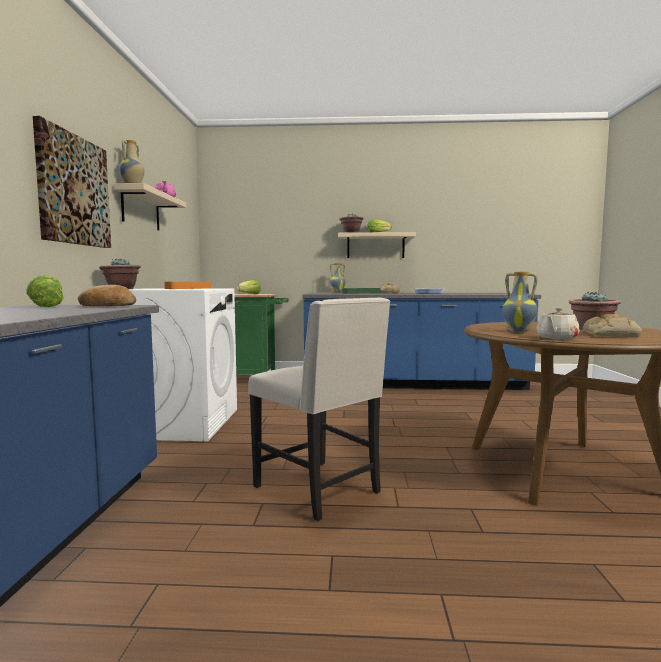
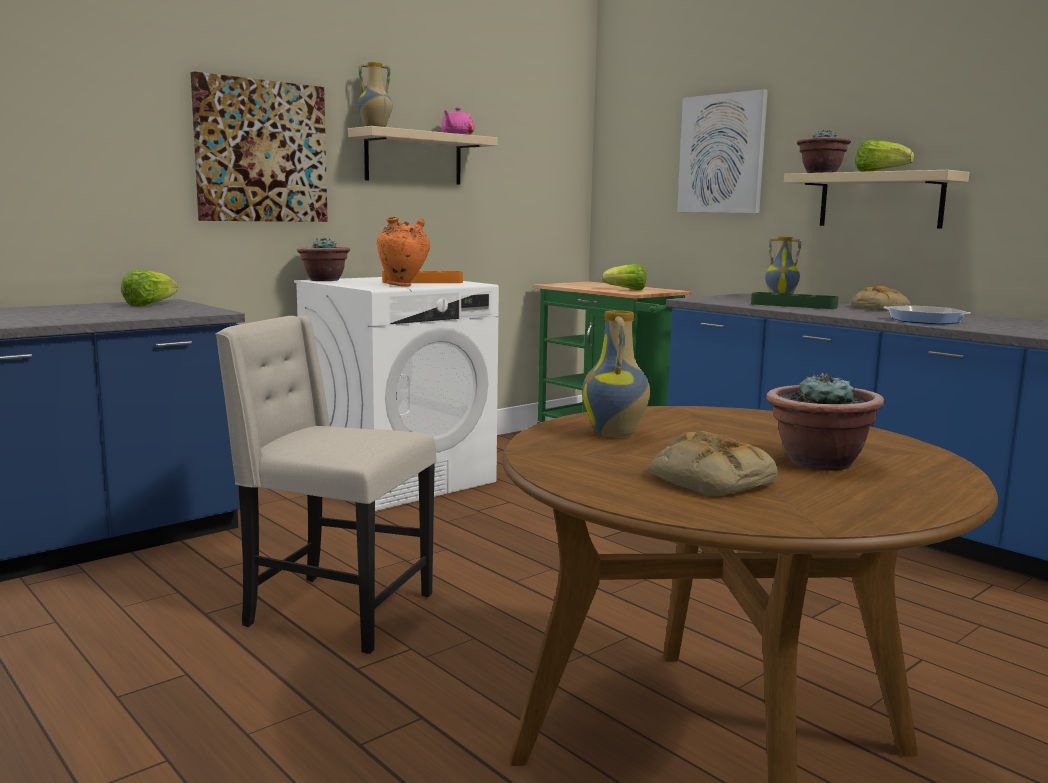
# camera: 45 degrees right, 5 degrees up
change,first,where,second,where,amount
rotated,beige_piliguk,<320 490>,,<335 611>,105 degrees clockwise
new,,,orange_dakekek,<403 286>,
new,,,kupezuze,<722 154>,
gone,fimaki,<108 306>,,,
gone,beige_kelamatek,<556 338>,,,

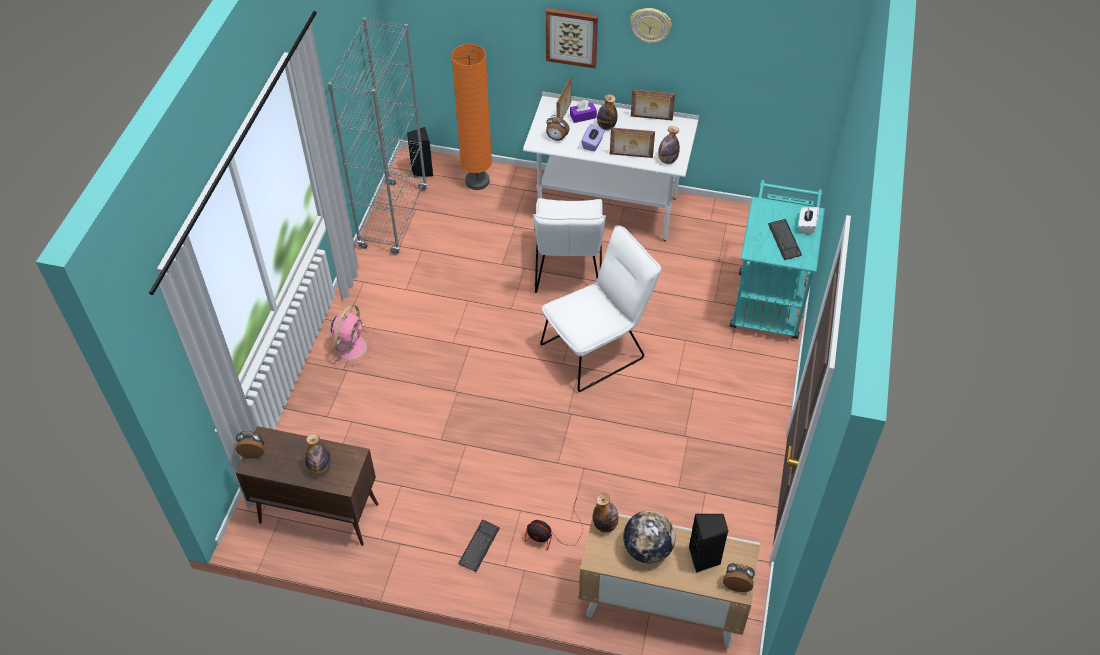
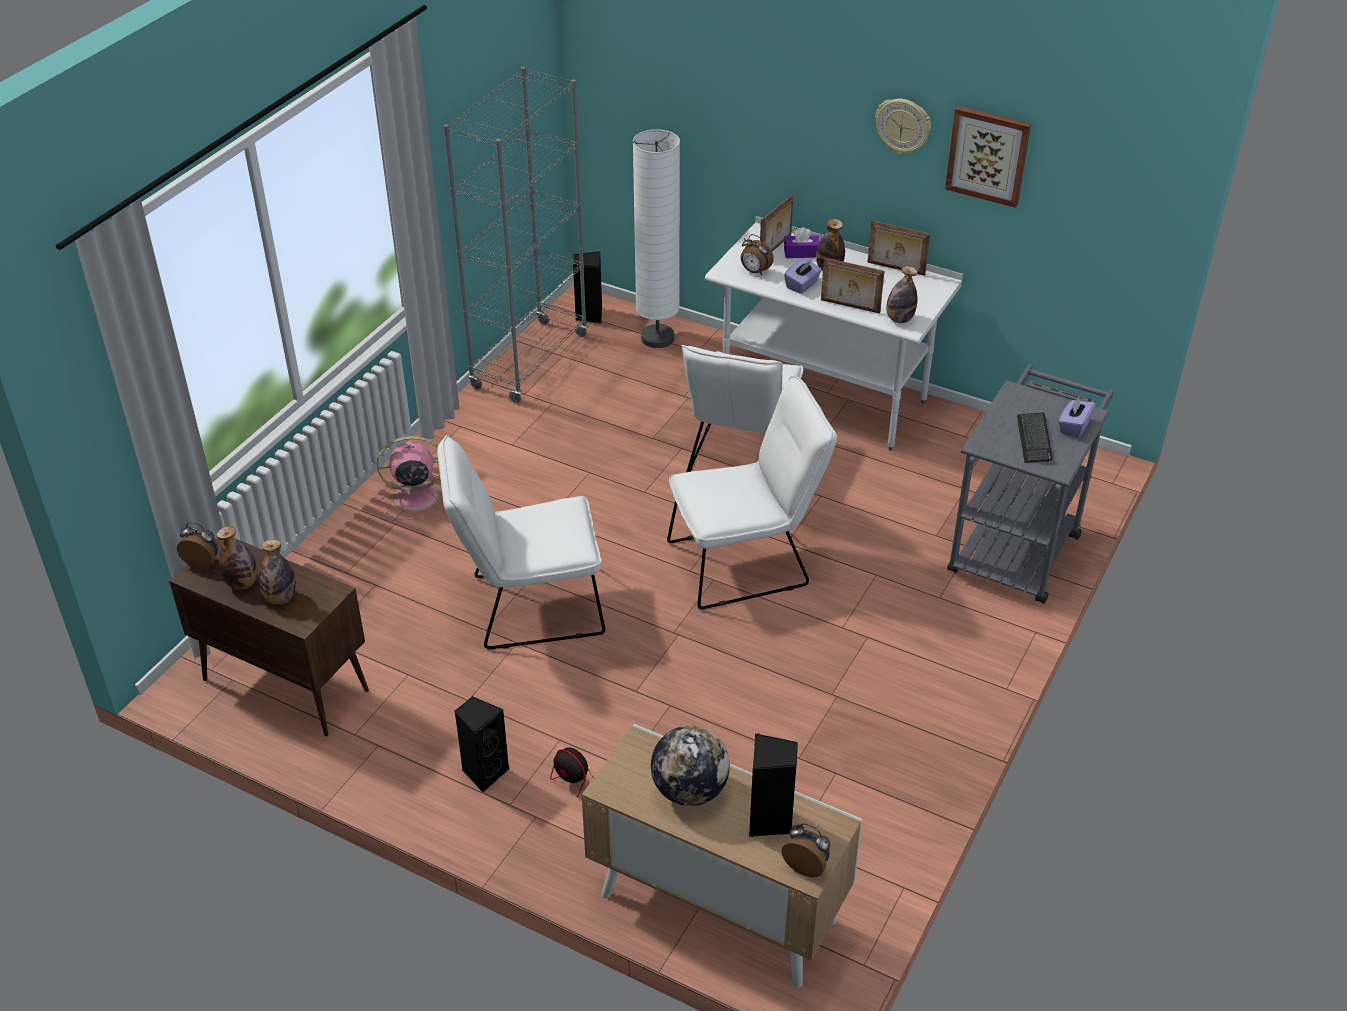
# camera: 15 degrees right, 10 degrees down
change,first,where,second,where,amount
shifted,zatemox,<605 525>,,<242 583>,
rotated,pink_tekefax,<351 346>,,<413 497>,135 degrees counterclockwise
new,,,white_piliguk,<527 606>,
swapped,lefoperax,<479 546>,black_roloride,<484 772>,
repainted,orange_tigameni,<477 181>,white_tigameni,<657 338>,
shifted,kupezuze,<572 37>,,<988 155>,
repainted,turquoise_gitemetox,<768 298>,grey_gitemetox,<1018 545>,
repainted,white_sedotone,<806 225>,purple_sedotone,<1074 427>,

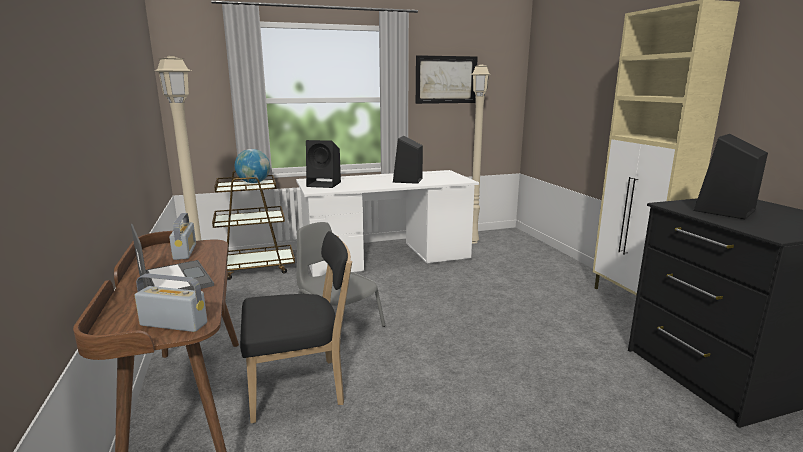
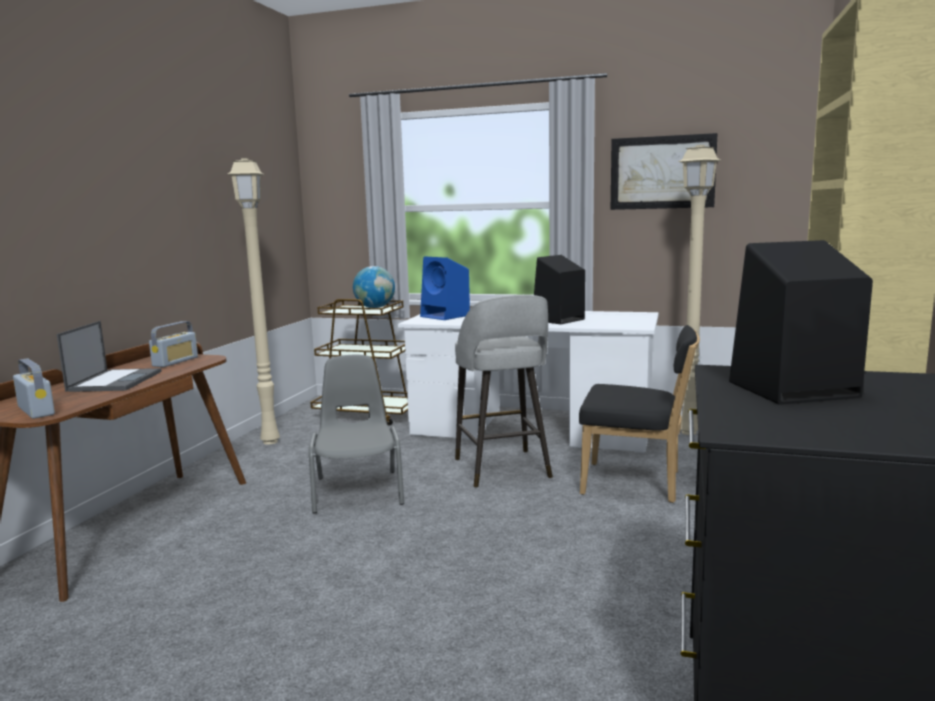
# camera: 35 degrees right, 5 degrees down
change,first,where,second,where,amount
repainted,black_roloride,<325 184>,blue_roloride,<446 316>,
new,,,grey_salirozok,<502 469>,
shifted,black_piliguk,<301 388>,,<636 483>,

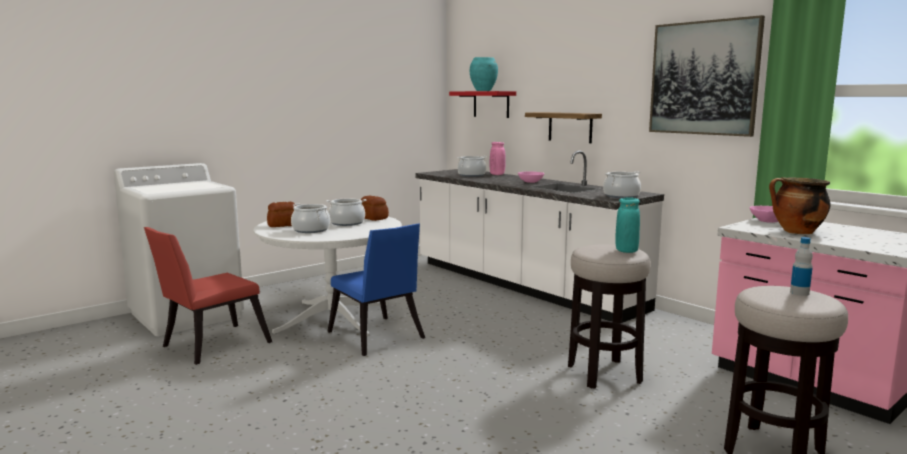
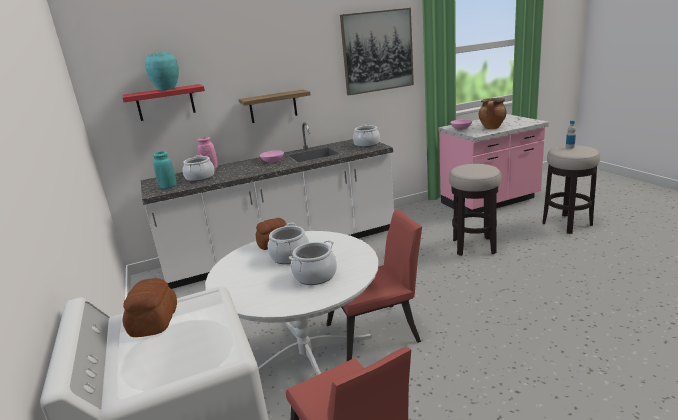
# camera: 70 degrees left, 10 degrees up
change,first,where,second,where,amount
shifted,fimaki,<282 225>,,<153 322>,
shifted,turquoise_dakekek,<626 251>,,<168 187>,
repainted,blue_piliguk,<377 338>,red_piliguk,<378 332>,

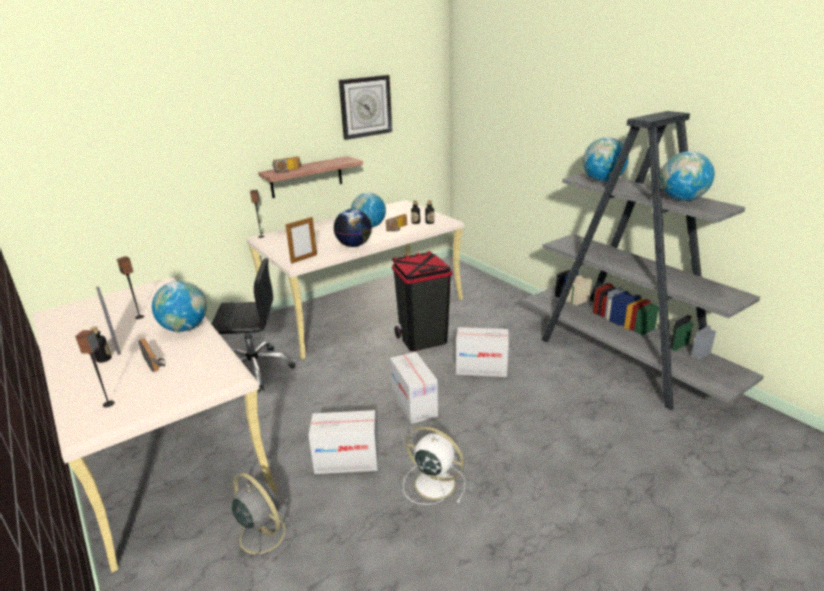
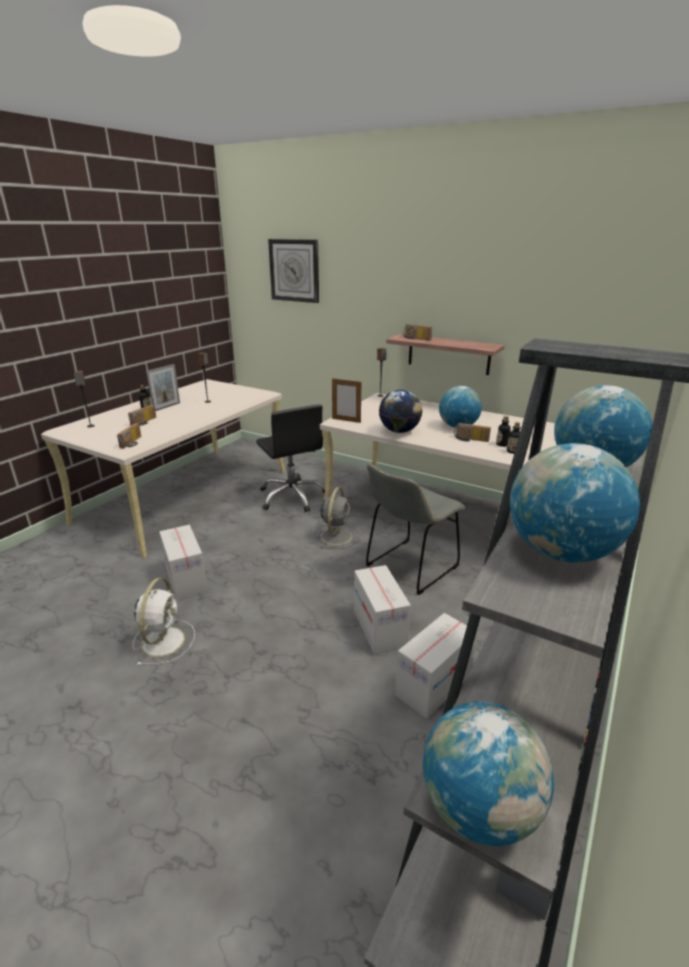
# camera: 65 degrees right, 0 degrees up
change,first,where,second,where,amount
new,,,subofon,<133 443>,
shifted,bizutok,<365 107>,,<294 270>,
shifted,grey_tekefax,<261 534>,,<336 536>,
swapped,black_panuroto,<422 339>,grey_piliguk,<409 568>,
shifted,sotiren,<414 404>,,<433 684>,
shifted,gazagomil,<185 328>,,<479 808>,

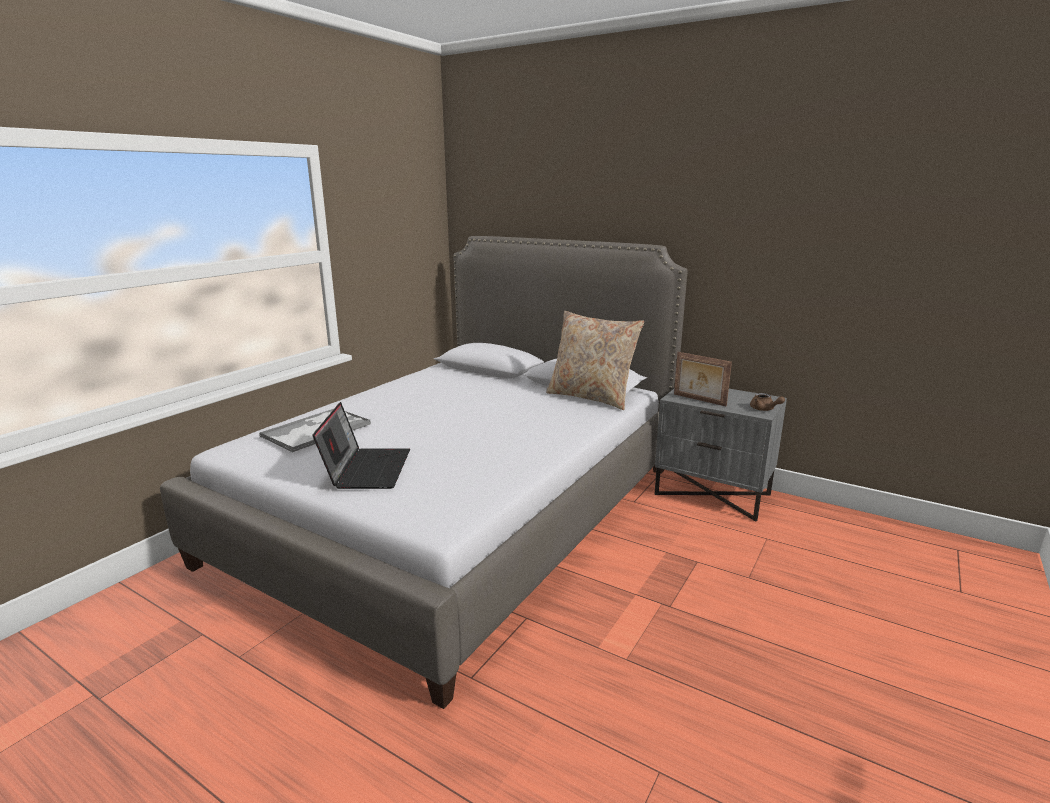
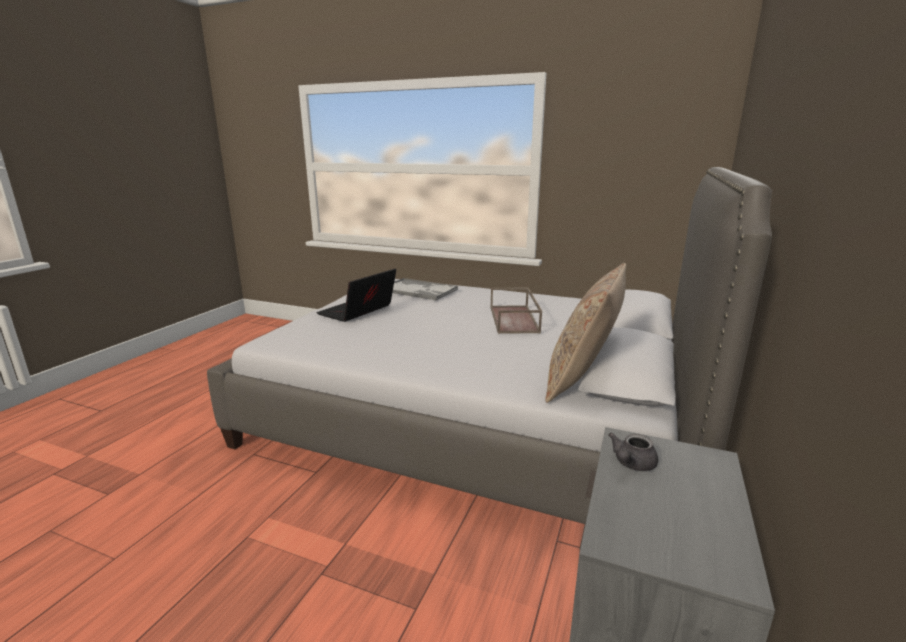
# camera: 80 degrees right, 0 degrees up
change,first,where,second,where,amount
rotated,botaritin,<367 469>,,<357 311>,135 degrees clockwise
new,,,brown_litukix,<514 319>,
swapped,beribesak,<699 400>,grey_kelamatek,<631 464>,
gone,brown_kelamatek,<764 409>,,,

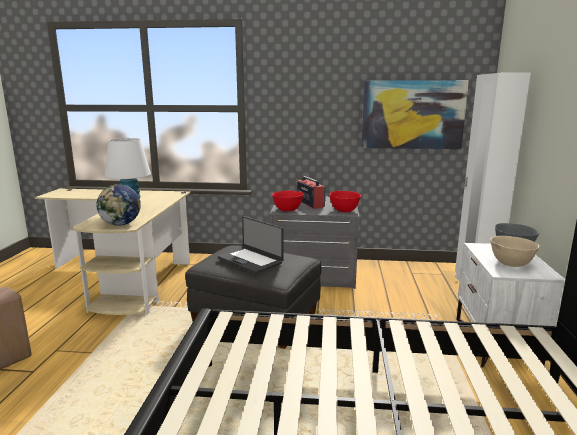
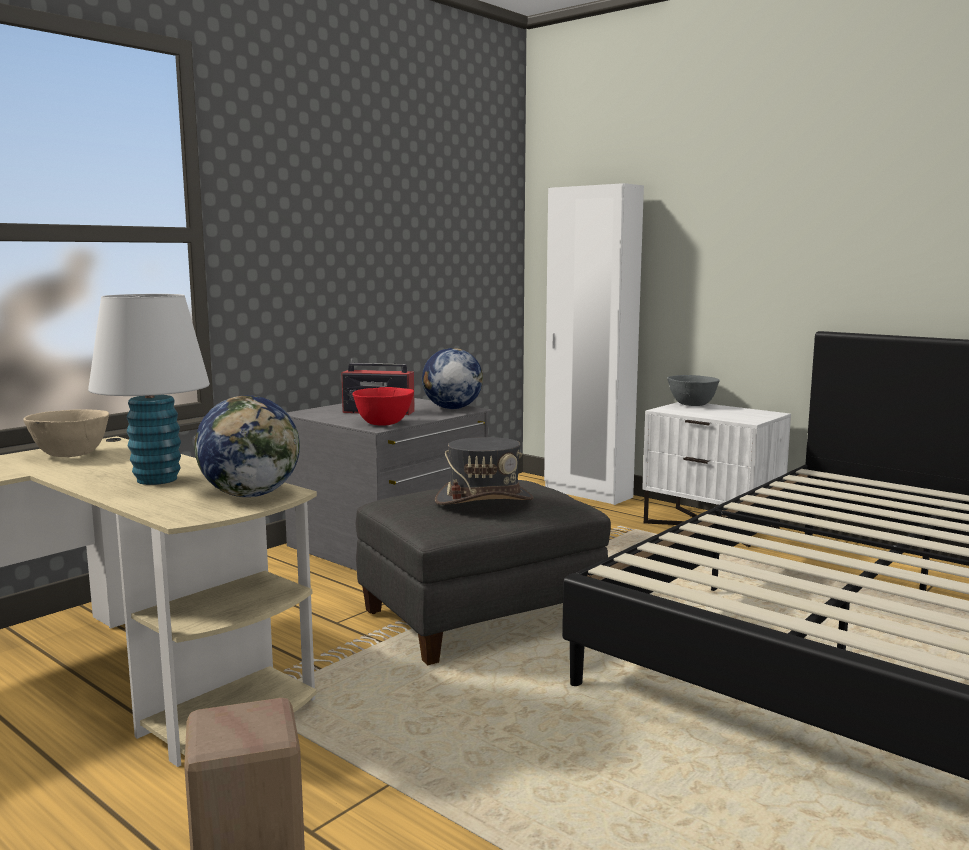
# camera: 55 degrees left, 5 degrees down
change,first,where,second,where,amount
shifted,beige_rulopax,<511 264>,,<70 455>,
swapped,red_rulopax,<344 210>,gazagomil,<452 408>,
swapped,botaritin,<250 260>,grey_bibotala,<484 500>,
gone,kupezuze,<412 115>,,,

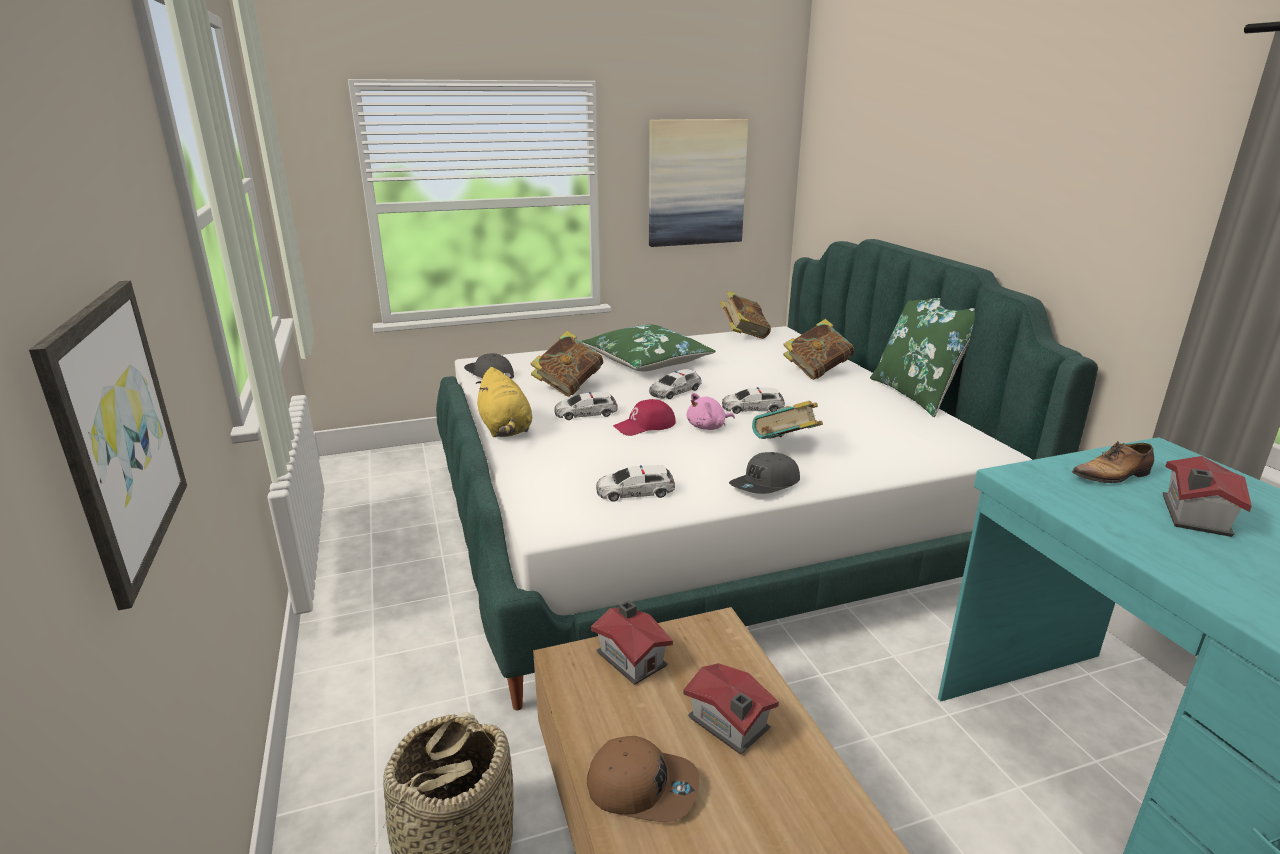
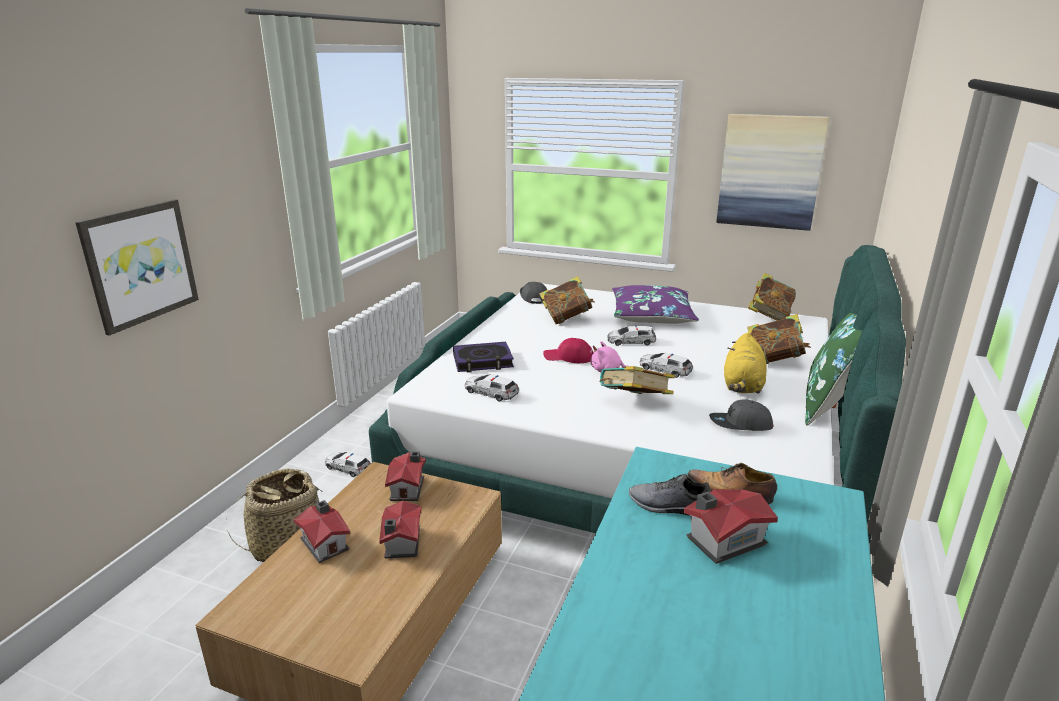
# camera: 40 degrees right, 0 degrees up
change,first,where,second,where,amount
swapped,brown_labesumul,<642 786>,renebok,<325 543>,
shifted,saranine,<586 413>,,<347 468>,
new,,,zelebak,<482 361>,
repainted,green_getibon,<647 361>,purple_getibon,<652 315>,
new,,,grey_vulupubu,<669 507>,
shifted,grey_labesumul,<765 485>,,<740 425>,
shifted,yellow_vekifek,<505 429>,,<742 386>,

